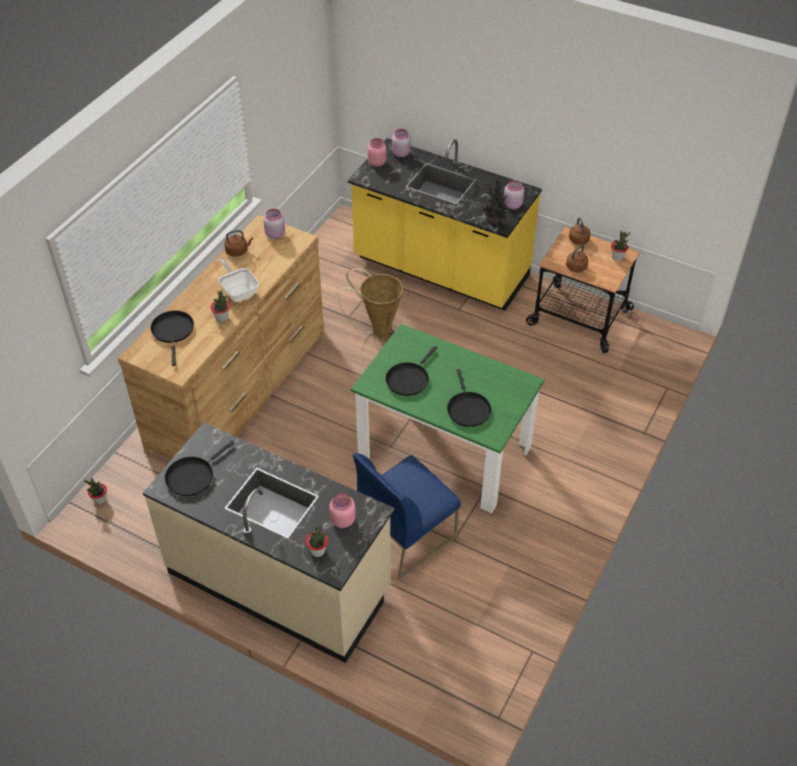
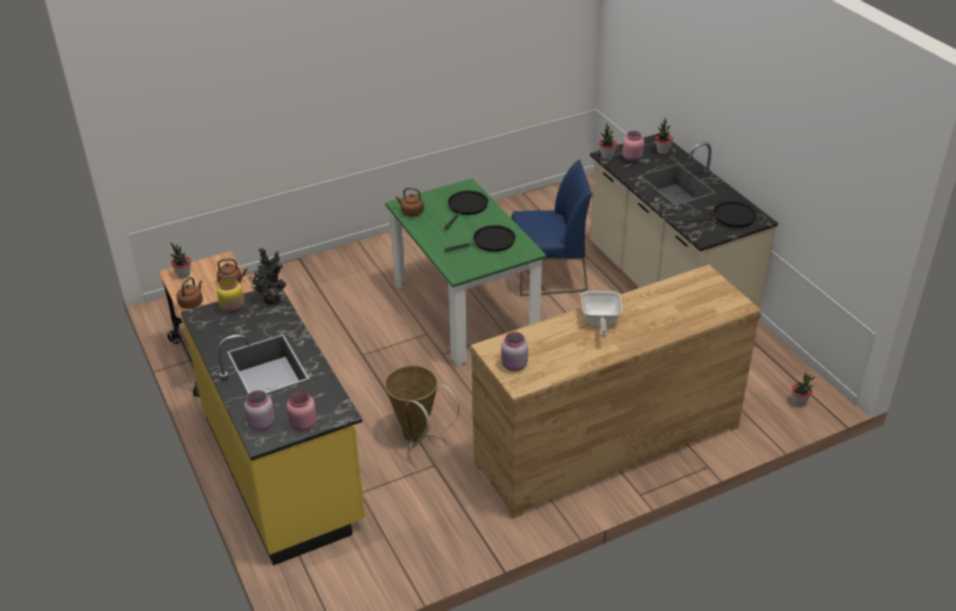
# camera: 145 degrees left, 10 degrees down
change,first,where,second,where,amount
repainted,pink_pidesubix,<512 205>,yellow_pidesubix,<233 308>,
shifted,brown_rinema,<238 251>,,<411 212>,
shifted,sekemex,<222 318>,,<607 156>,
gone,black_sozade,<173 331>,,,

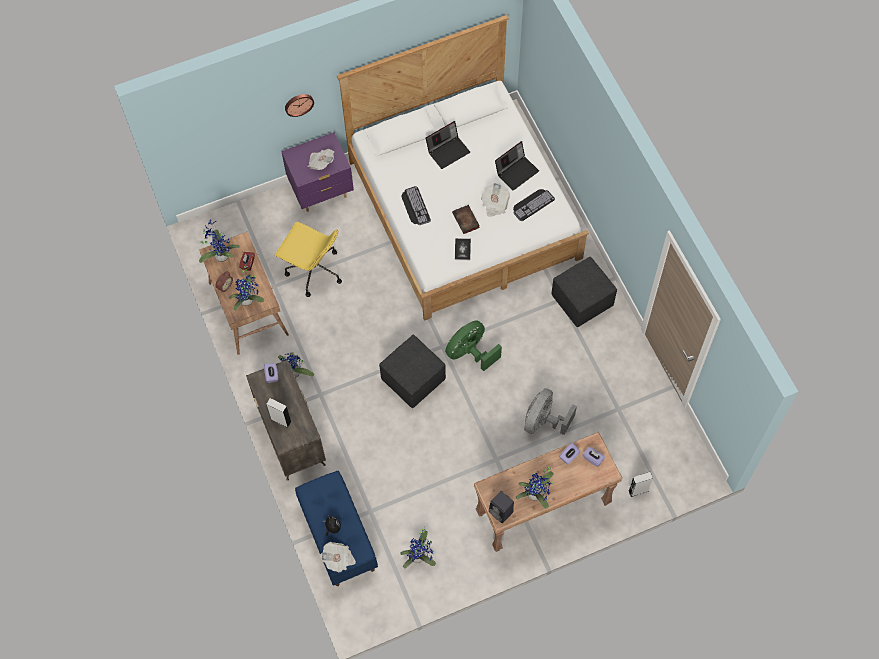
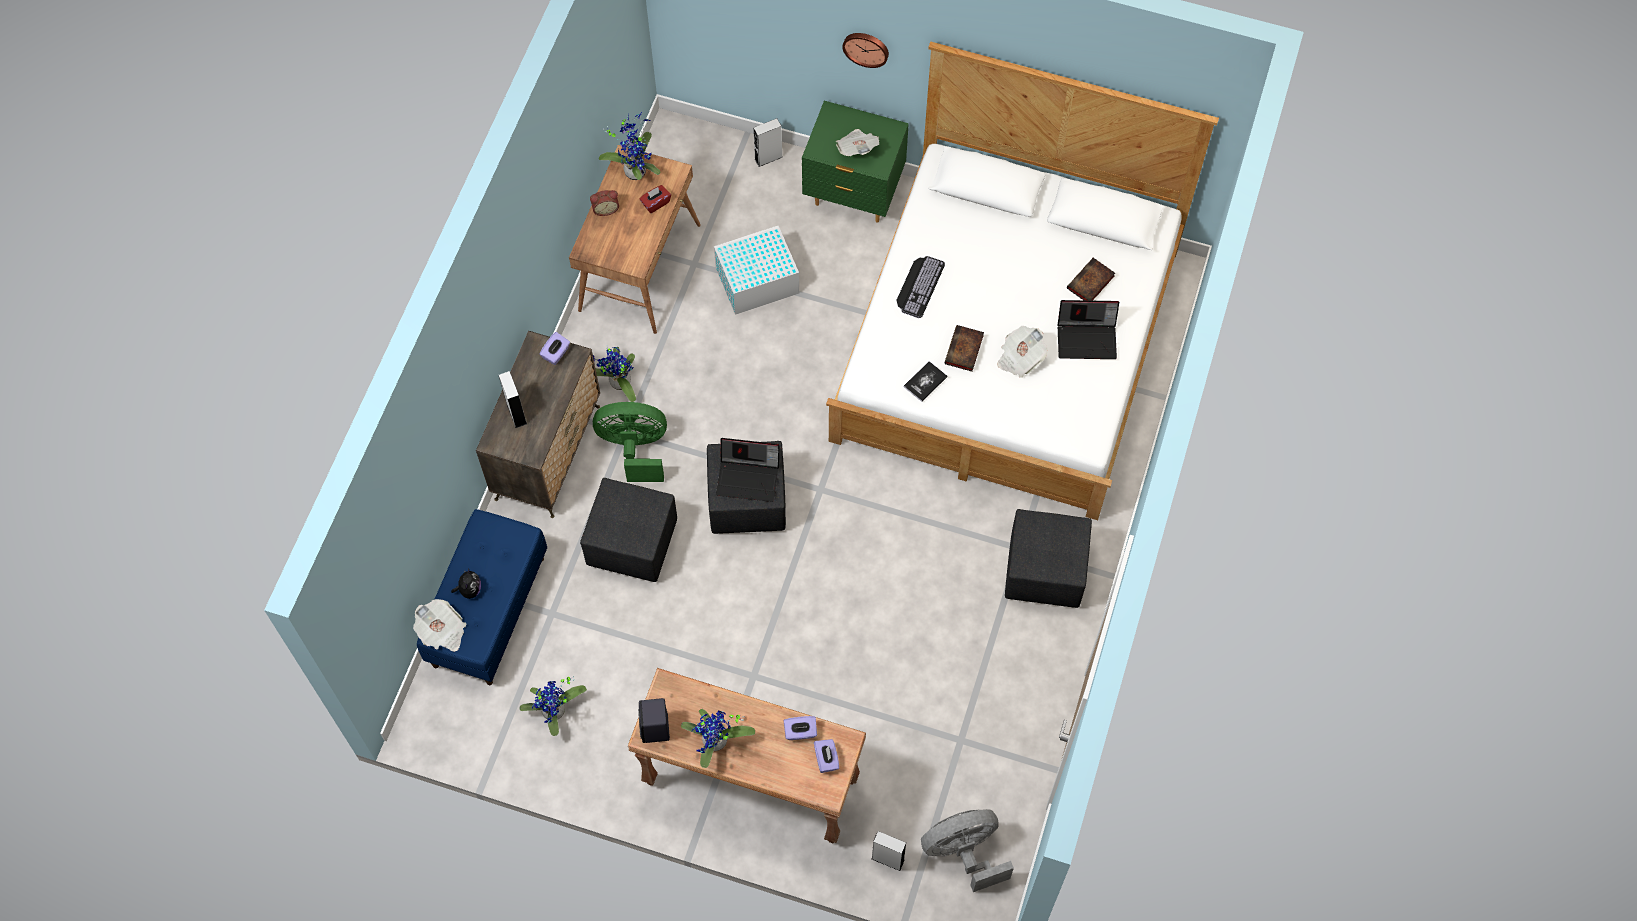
# camera: 40 degrees right, 0 degrees up
change,first,where,second,where,amount
new,,,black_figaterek,<633 544>,
shifted,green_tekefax,<470 353>,,<635 448>,
swapped,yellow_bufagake,<313 271>,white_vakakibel,<756 280>,
shifted,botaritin,<448 150>,,<749 477>,
new,,,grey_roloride,<768 158>,
repainted,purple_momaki,<321 192>,green_momaki,<853 195>,
shifted,grey_tekefax,<543 421>,,<964 852>,
new,,,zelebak,<1090 283>,
gone,sekemex,<248 300>,,,
gone,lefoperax,<532 203>,,,

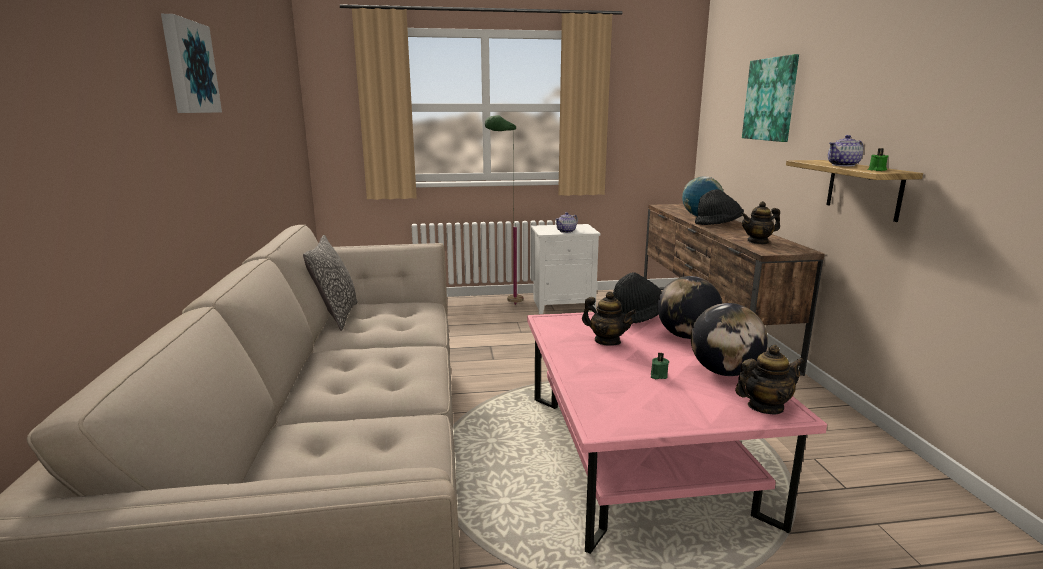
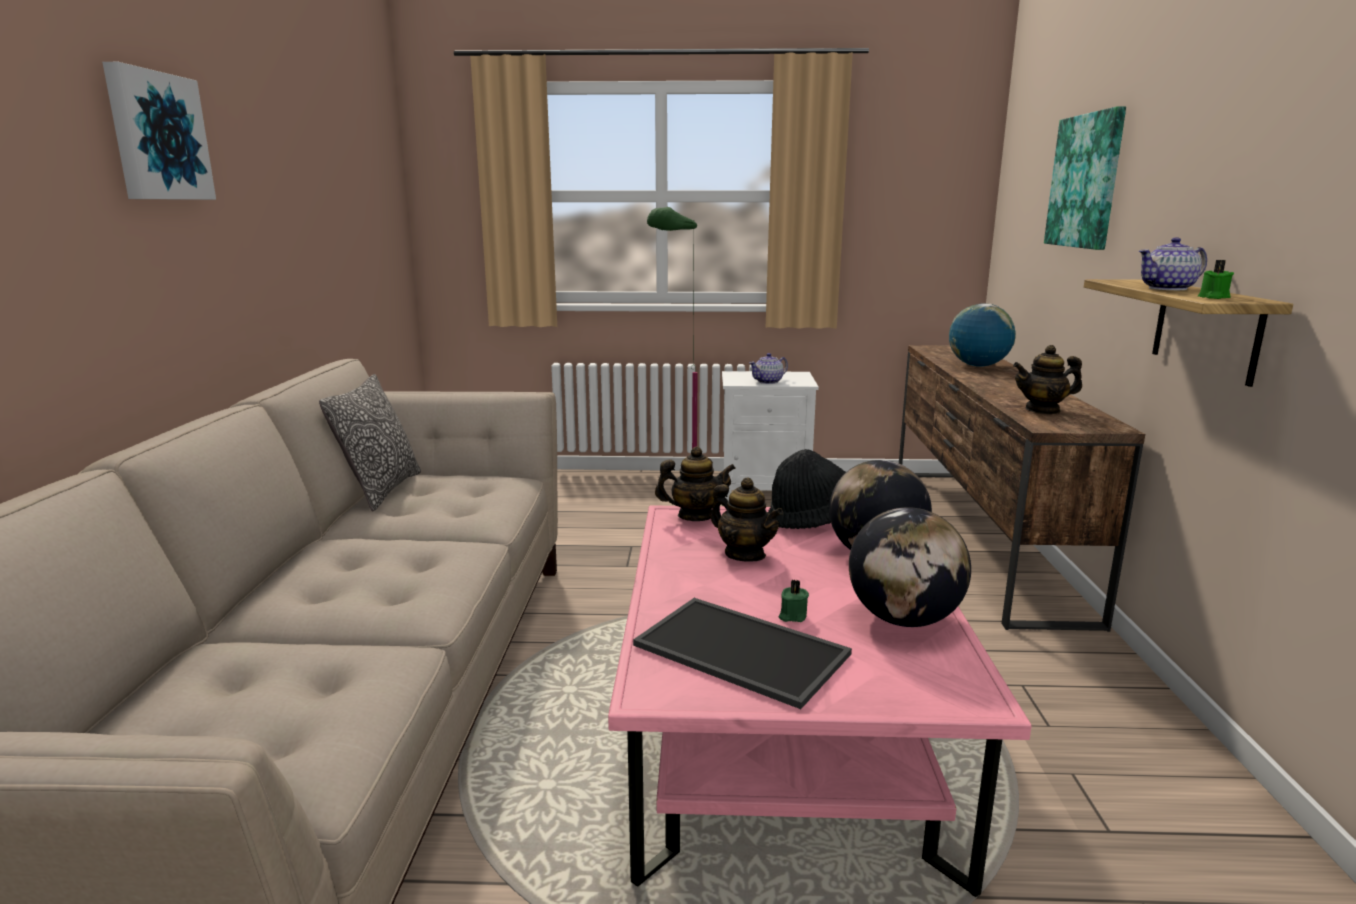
# camera: 10 degrees right, 0 degrees up
change,first,where,second,where,amount
new,,,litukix,<744 649>,
shifted,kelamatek,<765 407>,,<695 516>,
gone,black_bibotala,<718 225>,,,

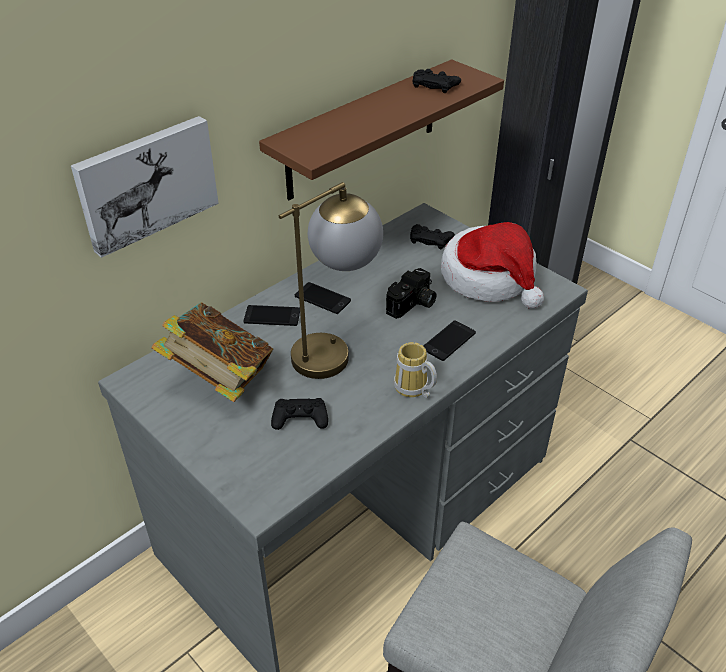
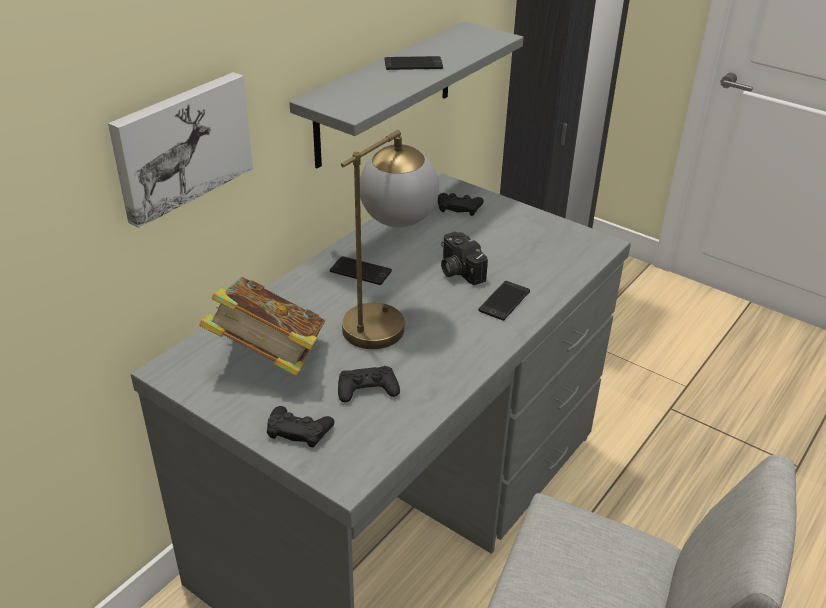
# camera: 10 degrees left, 5 degrees down
change,first,where,second,where,amount
shifted,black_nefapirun,<435 85>,,<299 430>,
repainted,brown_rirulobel,<363 130>,grey_rirulobel,<385 94>,
shifted,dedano,<272 316>,,<413 64>,
rotated,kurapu,<413 305>,,<457 270>,120 degrees clockwise
gone,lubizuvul,<412 390>,,,
gone,bibotala,<490 278>,,,

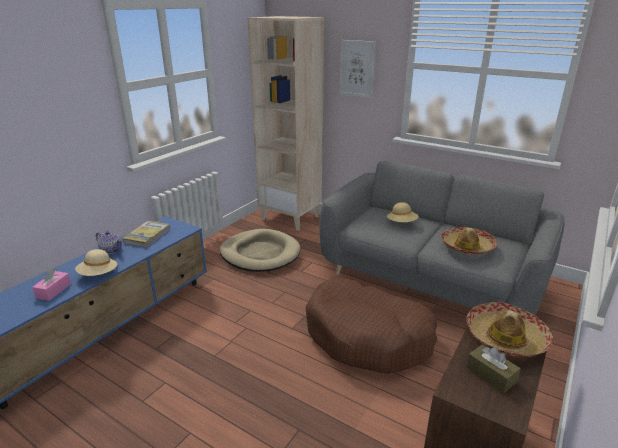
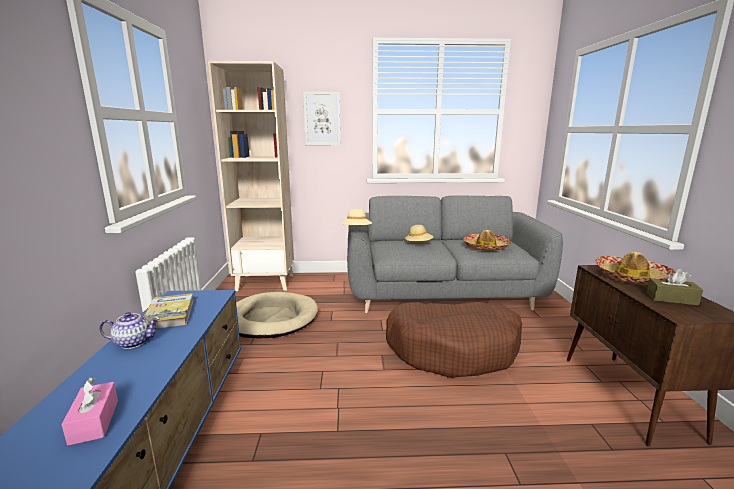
# camera: 35 degrees left, 10 degrees down
change,first,where,second,where,amount
shifted,beige_bibotala,<98 274>,,<356 230>,

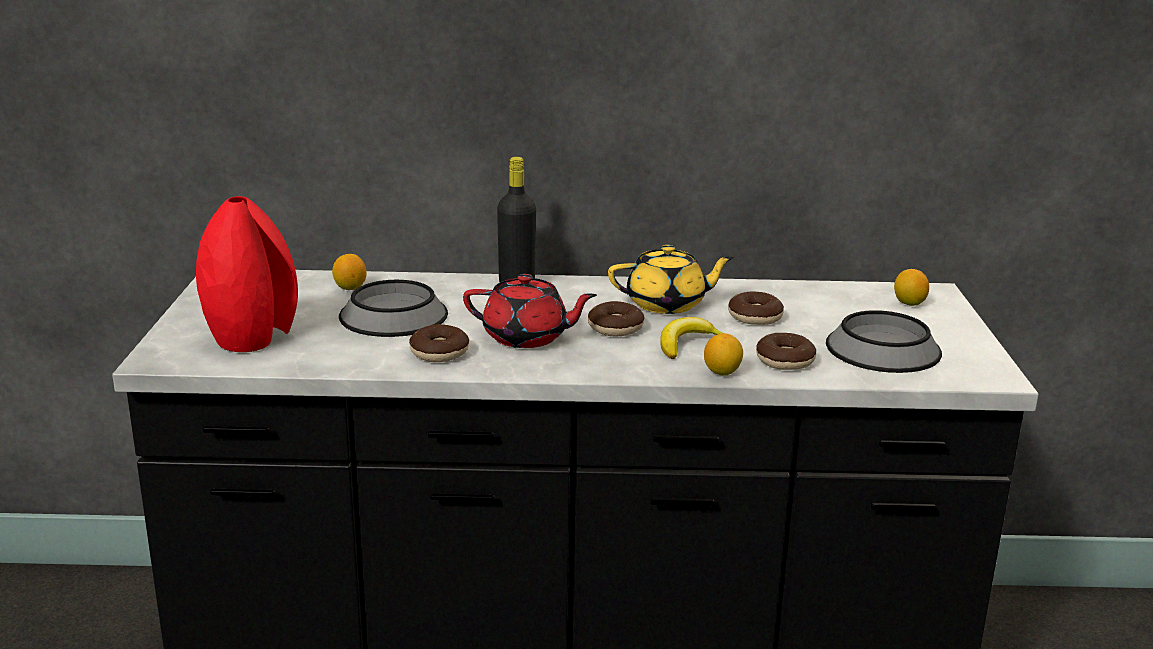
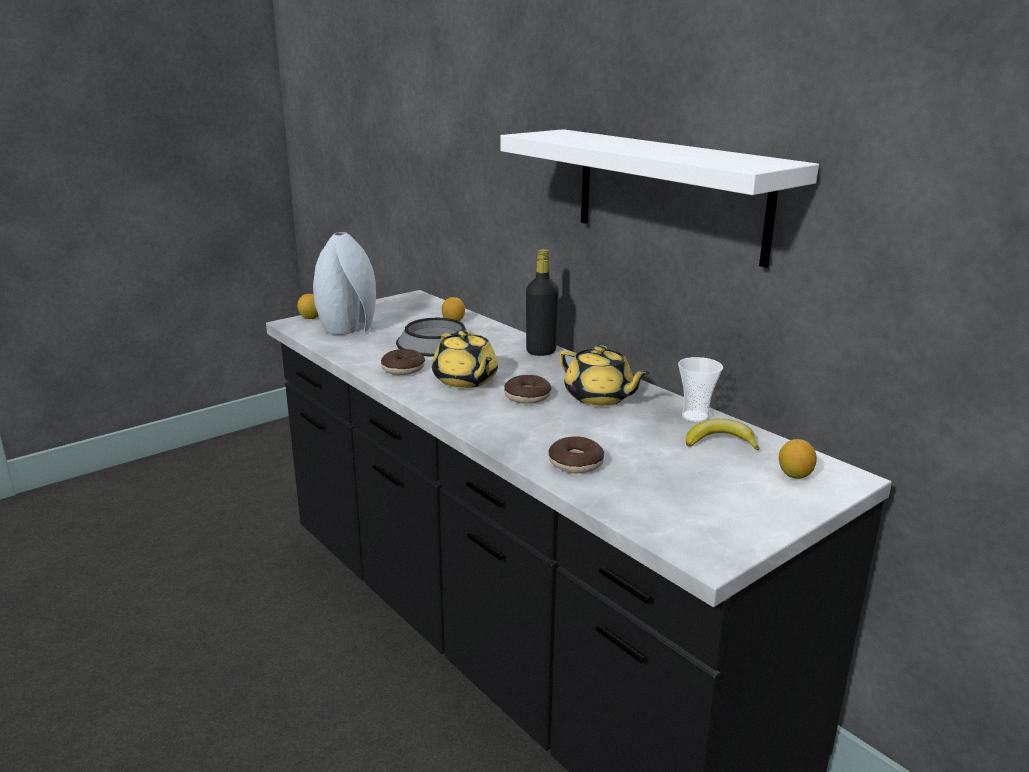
# camera: 50 degrees right, 0 degrees up
change,first,where,second,where,amount
shifted,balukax,<722 372>,,<310 318>,
repainted,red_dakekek,<252 338>,grey_dakekek,<349 328>,
repainted,red_kelamatek,<527 337>,yellow_kelamatek,<465 380>,
new,,,white_rirulobel,<670 194>,
new,,,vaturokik,<695 416>,
shifted,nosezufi,<686 344>,,<720 442>,
gone,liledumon,<755 317>,,,
gone,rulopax,<883 348>,,,

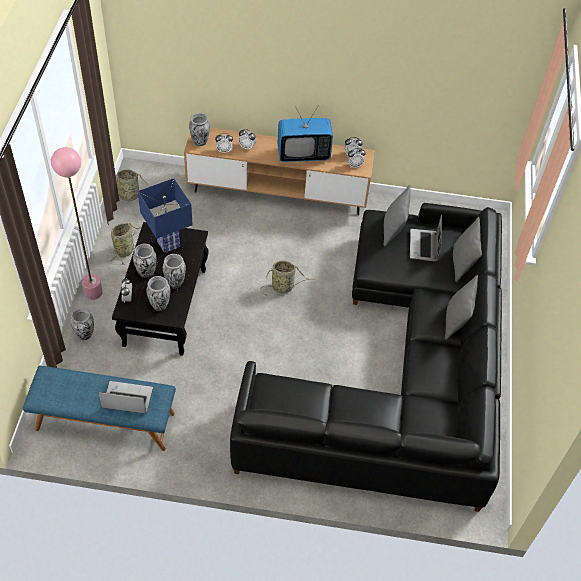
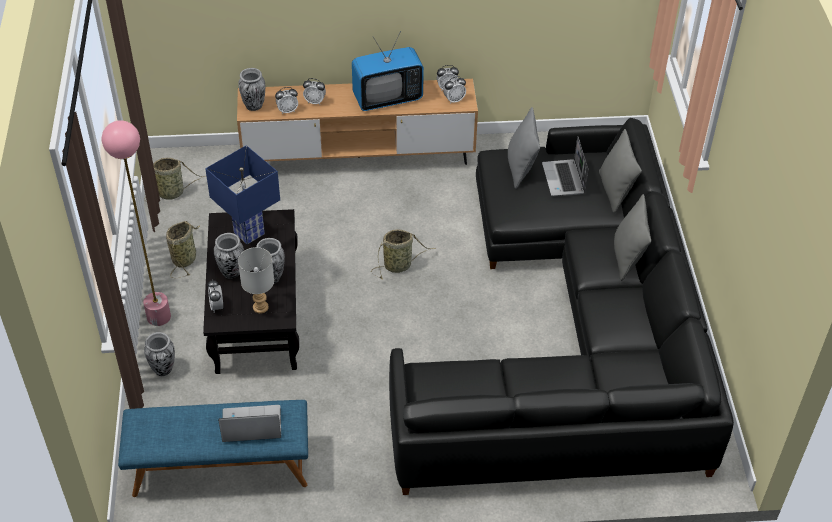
# camera: 10 degrees left, 5 degrees down
change,first,where,second,where,amount
swapped,dakekek,<160 305>,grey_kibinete,<260 307>,

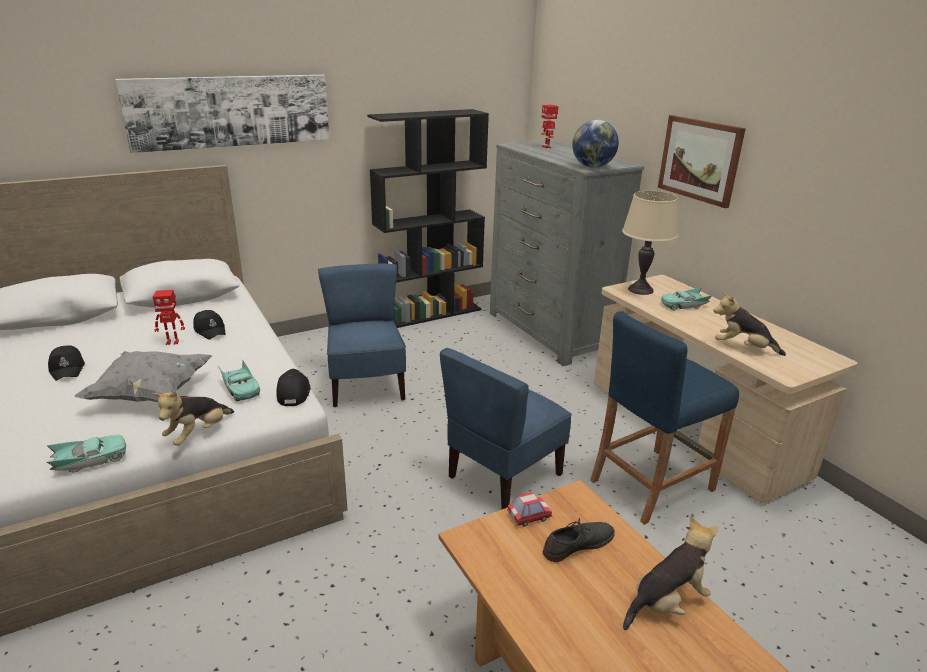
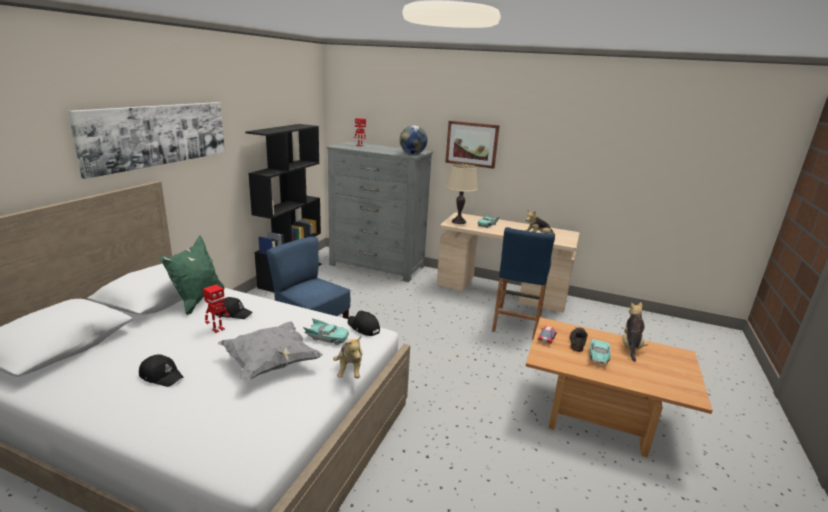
# camera: 40 degrees left, 5 degrees down
change,first,where,second,where,amount
new,,,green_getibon,<197 300>,
shifted,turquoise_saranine,<90 460>,,<598 356>,
gone,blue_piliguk,<503 475>,,,

